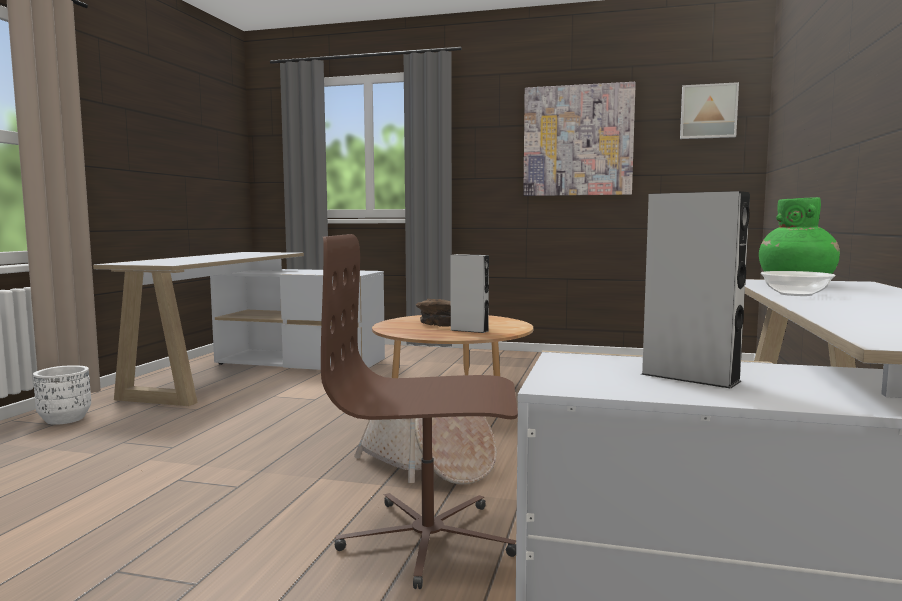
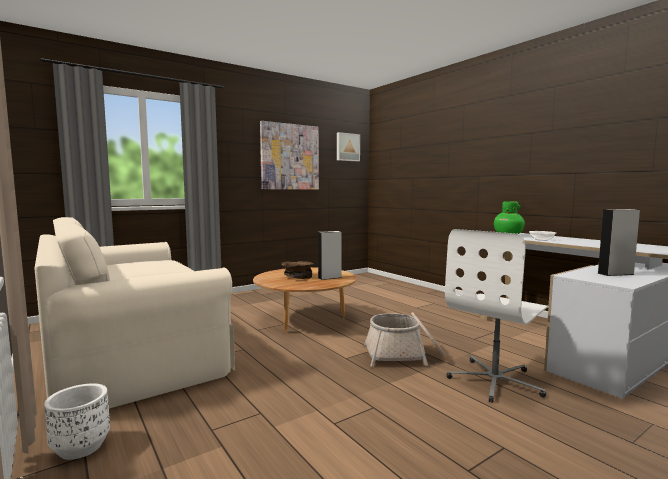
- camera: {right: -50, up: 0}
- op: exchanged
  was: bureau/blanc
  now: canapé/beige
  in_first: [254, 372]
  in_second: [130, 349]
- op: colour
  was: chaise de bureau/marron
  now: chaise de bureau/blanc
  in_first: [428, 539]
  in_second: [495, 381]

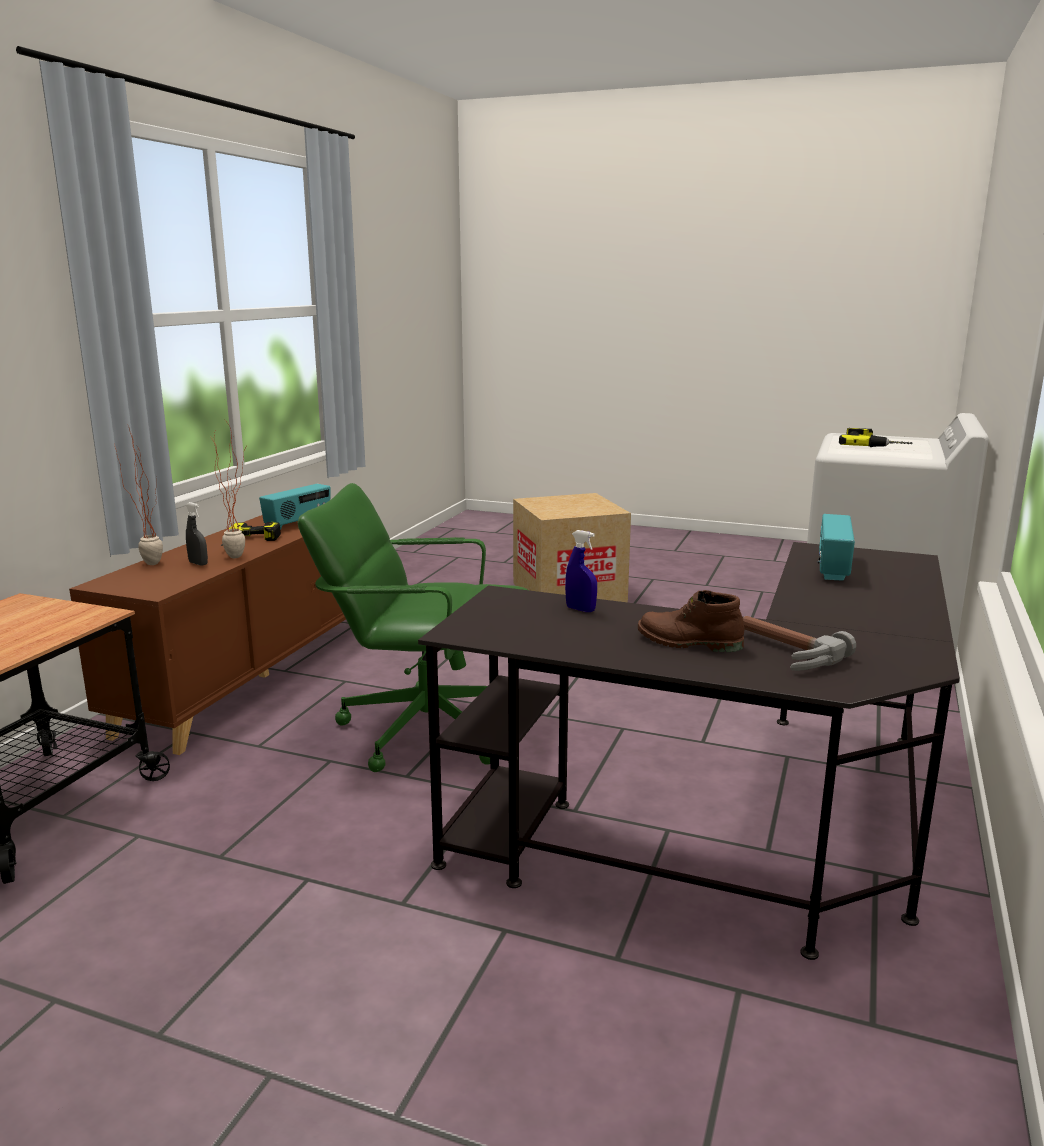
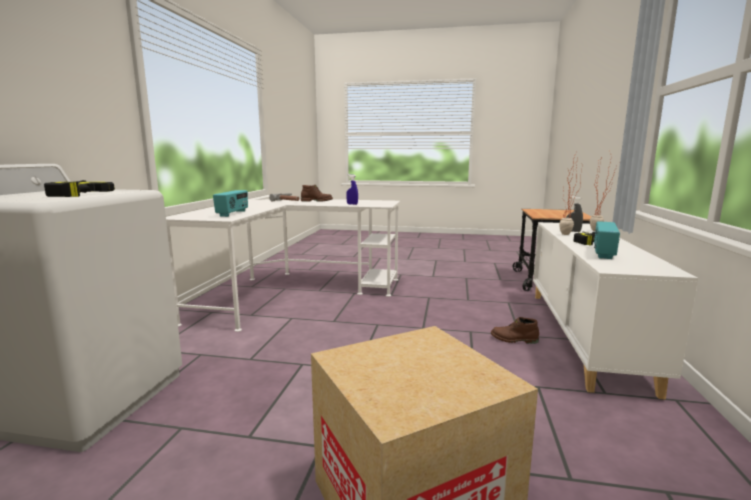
- camera: {right: 170, up: -5}
- op: colour
  was: meuble de rangement/marron
  now: meuble de rangement/blanc
  in_first: [257, 674]
  in_second: [583, 335]
- op: missing
  was: chaise de bureau/vert
  in_first: [426, 729]
- op: colour
  was: bureau/noir
  now: bureau/blanc
  in_first: [737, 829]
  in_second: [292, 292]
- op: appeared
  now: botte/marron
  in_second: [514, 340]

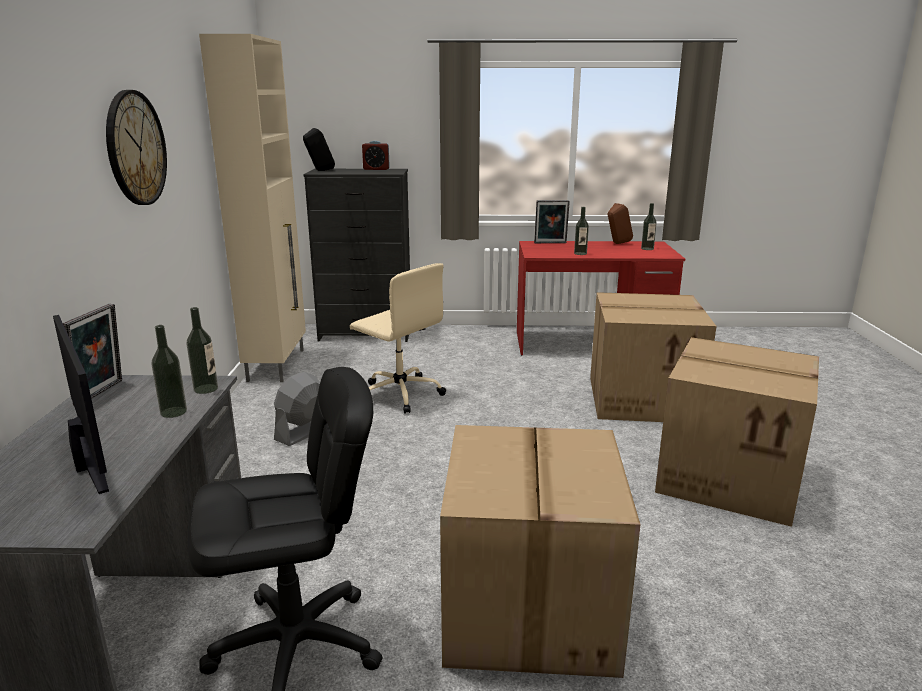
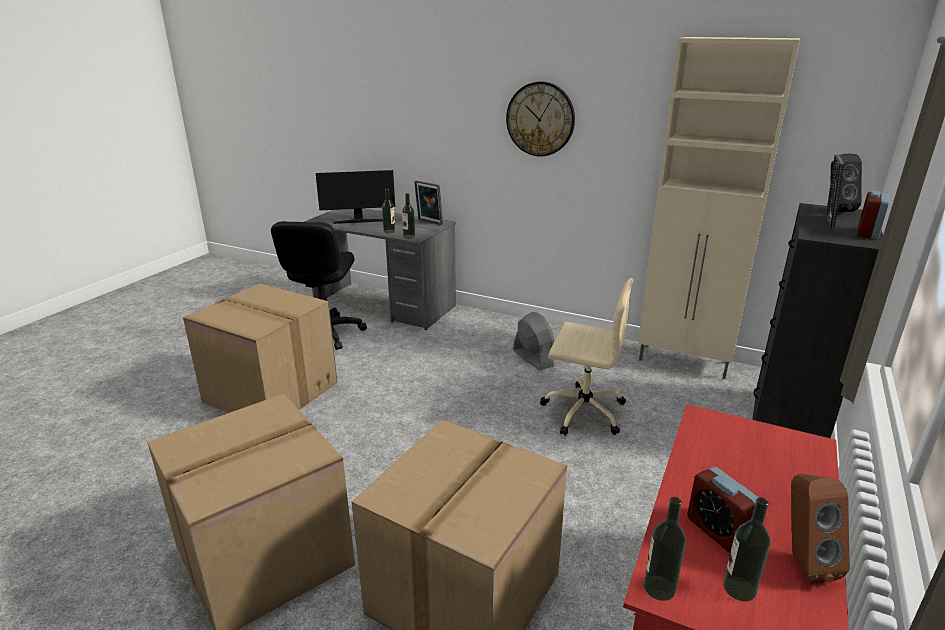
- camera: {right: 115, up: 5}
- op: spun
  was: chaise de bureau/beige
  in_first: [399, 394]
  in_second: [582, 411]
  clockwise: -135
- op: relocated
  was: cadre photo
  in_first: [550, 243]
  in_second: [826, 221]
- op: relocated
  was: bouteille
  in_first: [580, 253]
  in_second: [659, 588]
- op: appeared
  now: réveil
  in_second: [717, 531]

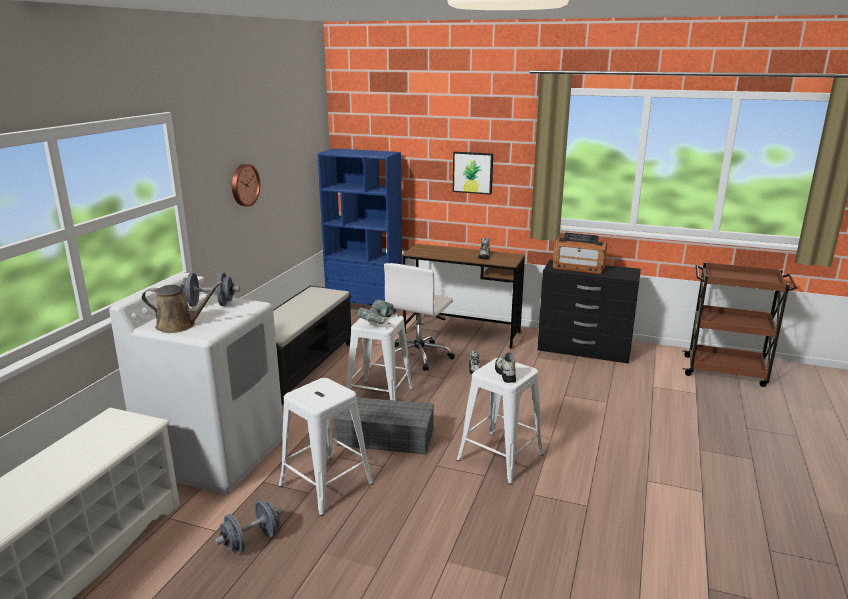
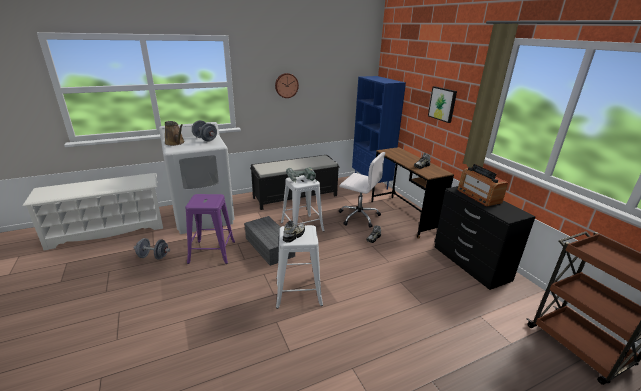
- camera: {right: 45, up: 5}
- op: colour
  was: tabouret/blanc
  now: tabouret/violet
  in_first: [326, 484]
  in_second: [212, 252]
- op: spun
  was: chaise de bureau/blanc
  in_first: [419, 355]
  in_second: [358, 216]
  clockwise: -135

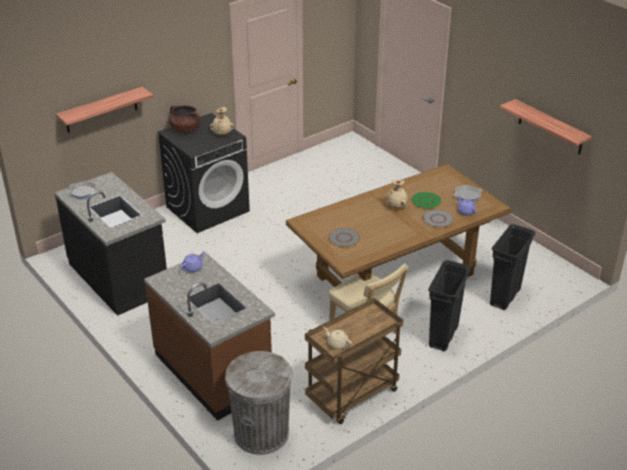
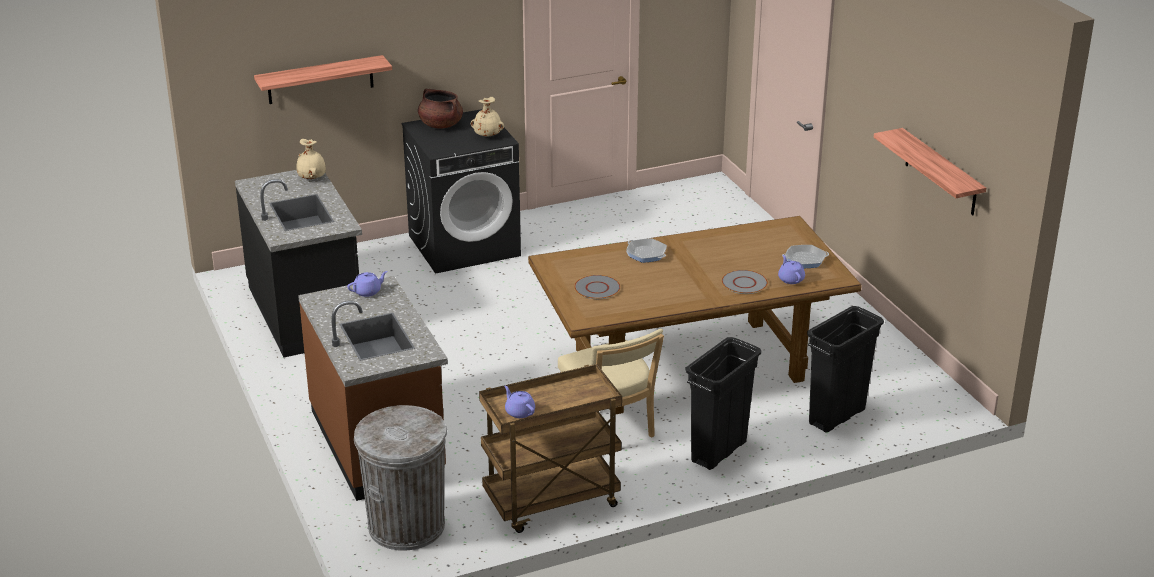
- camera: {right: 15, up: -5}
- op: relocated
  was: poêle
  in_first: [83, 192]
  in_second: [646, 254]
- op: colour
  was: théière/beige
  now: théière/violet
  in_first: [337, 344]
  in_second: [519, 412]
- op: relocated
  was: vase/beige
  in_first: [396, 206]
  in_second: [312, 178]
- op: missing
  was: assiette/vert
  in_first: [426, 201]

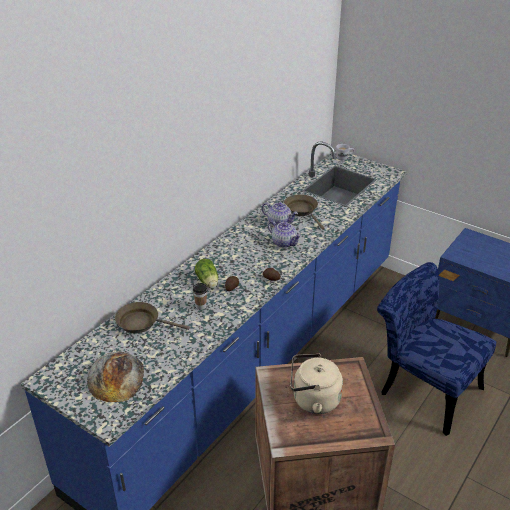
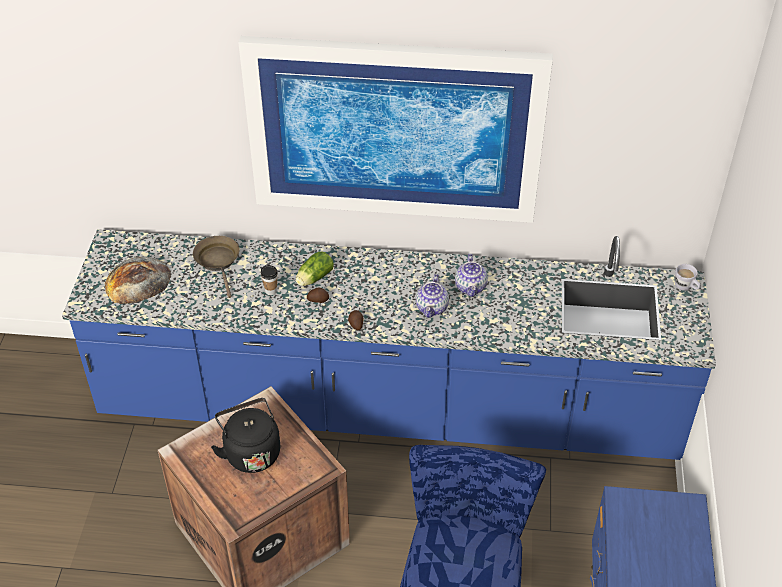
- camera: {right: 60, up: 10}
- op: missing
  was: poêle/marron
  in_first: [302, 211]
- op: colour
  was: bouilloire/beige
  now: bouilloire/noir
  in_first: [313, 400]
  in_second: [251, 451]
- op: appeared
  now: tableau
  in_second: [394, 130]

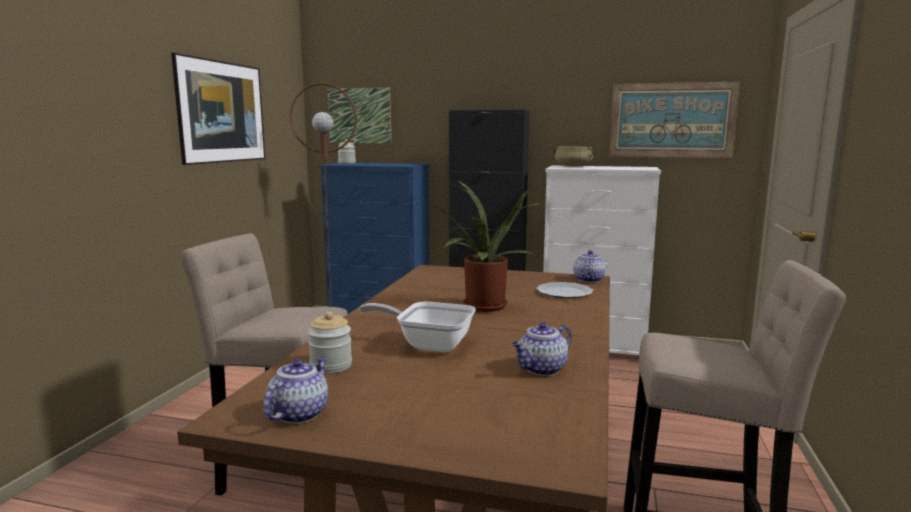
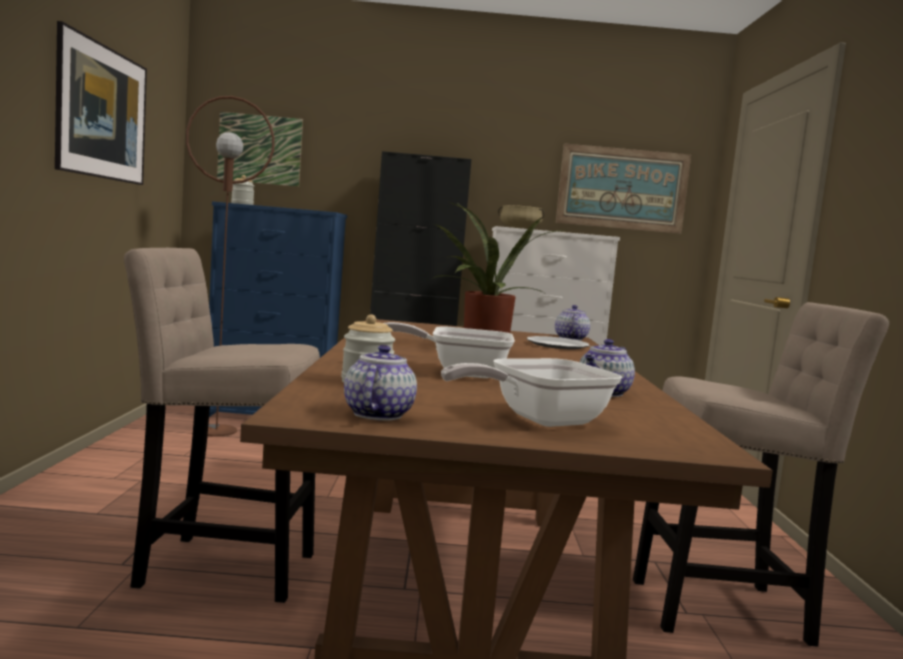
- camera: {right: -15, up: -5}
- op: appeared
  now: poêle
  in_second: [538, 420]

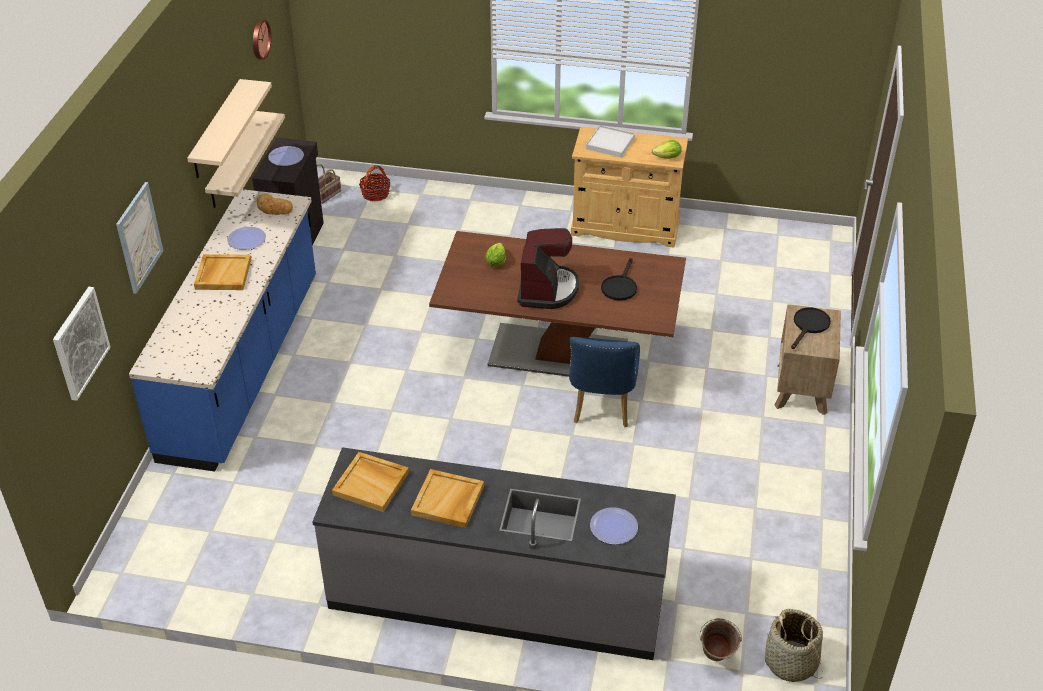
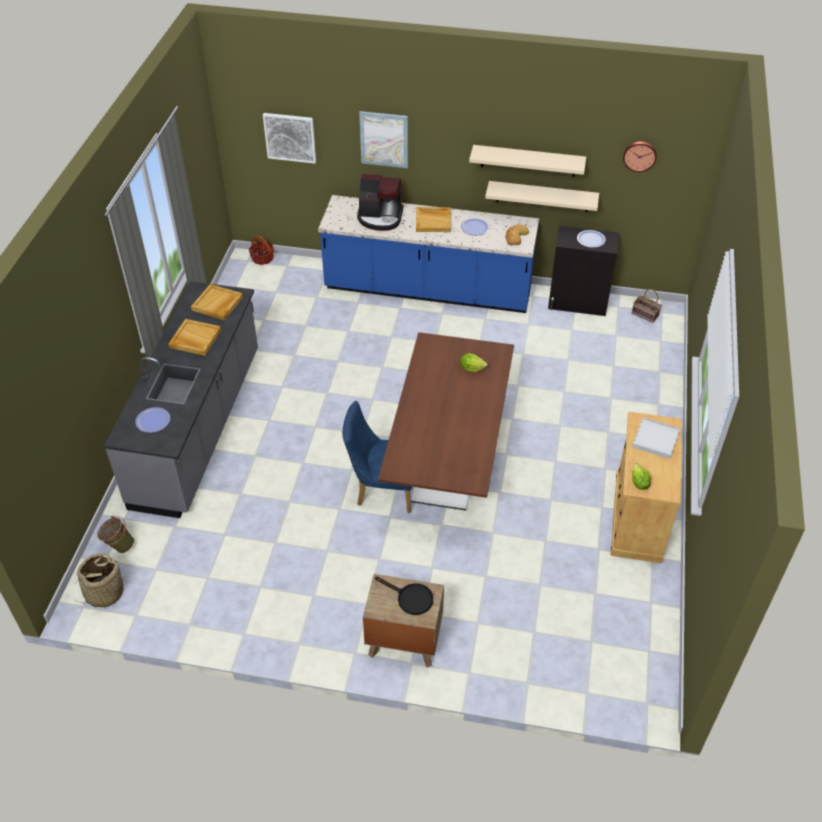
- camera: {right: 90, up: 5}
- op: relocated
  was: panier
  in_first: [375, 194]
  in_second: [262, 258]
- op: relocated
  was: machine à café
  in_first: [547, 289]
  in_second: [380, 217]
- op: missing
  was: poêle/noir
  in_first: [620, 286]

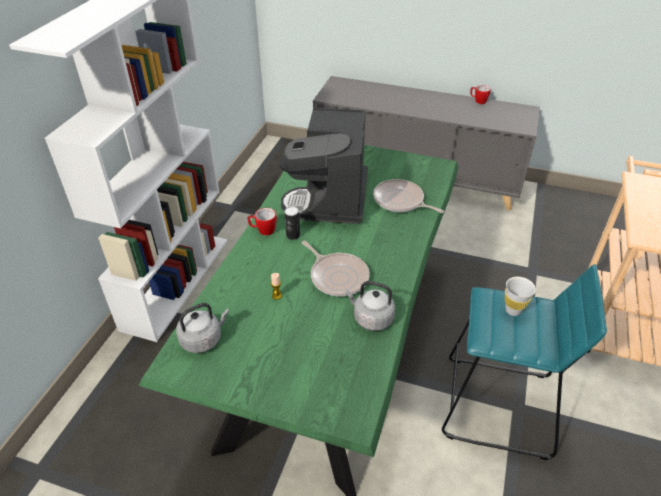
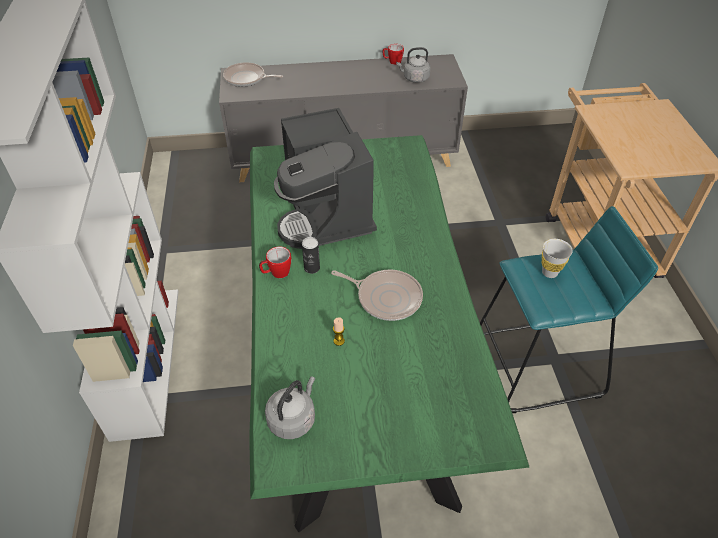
- camera: {right: -25, up: 5}
- op: relocated
  was: bouilloire/gris
  in_first: [371, 318]
  in_second: [414, 78]
- op: relocated
  was: poêle
  in_first: [400, 201]
  in_second: [247, 79]

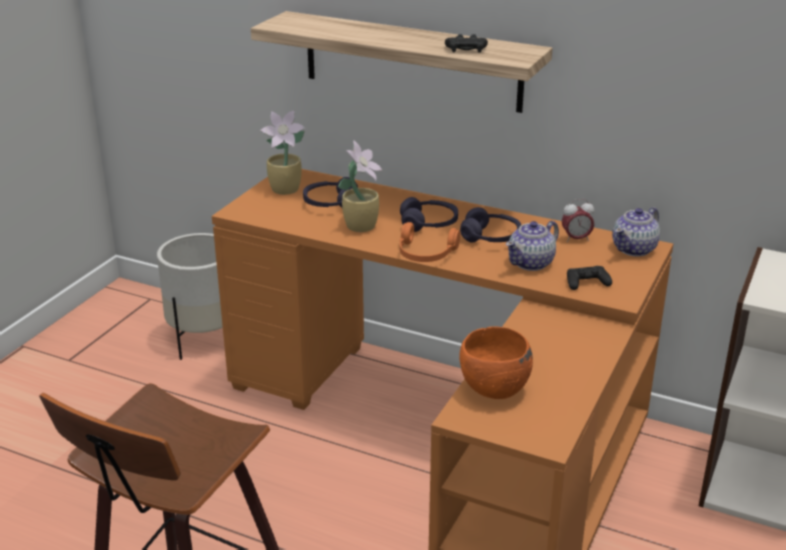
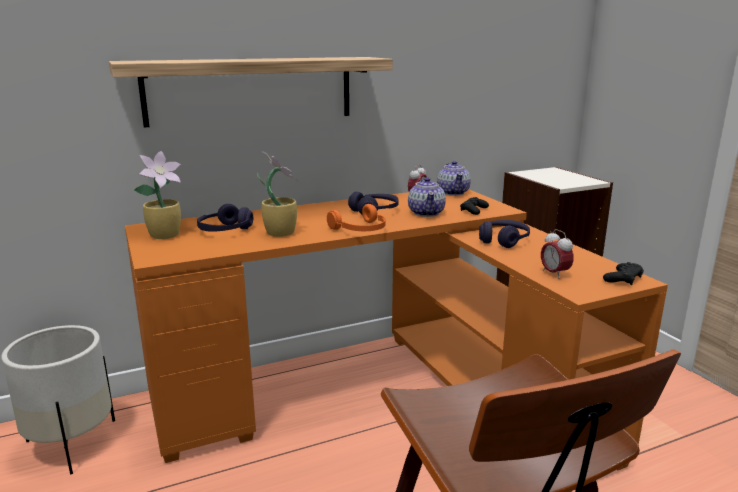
- camera: {right: -50, up: -10}
- op: relocated
  was: casque audio/violet
  in_first: [429, 224]
  in_second: [503, 240]
- op: relocated
  was: manette/noir
  in_first: [466, 49]
  in_second: [623, 279]
- op: exchanged
  was: bol/orange
  now: réveil
  in_first: [493, 390]
  in_second: [554, 274]

